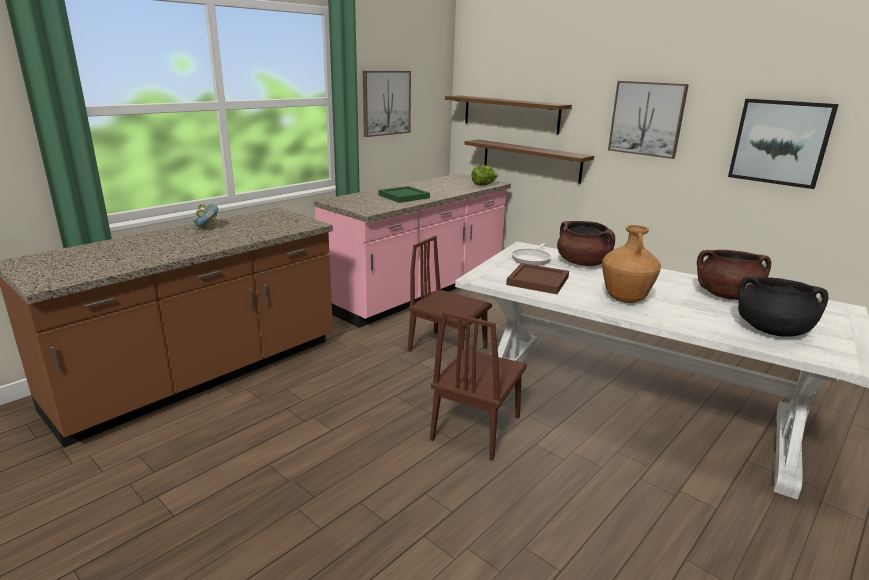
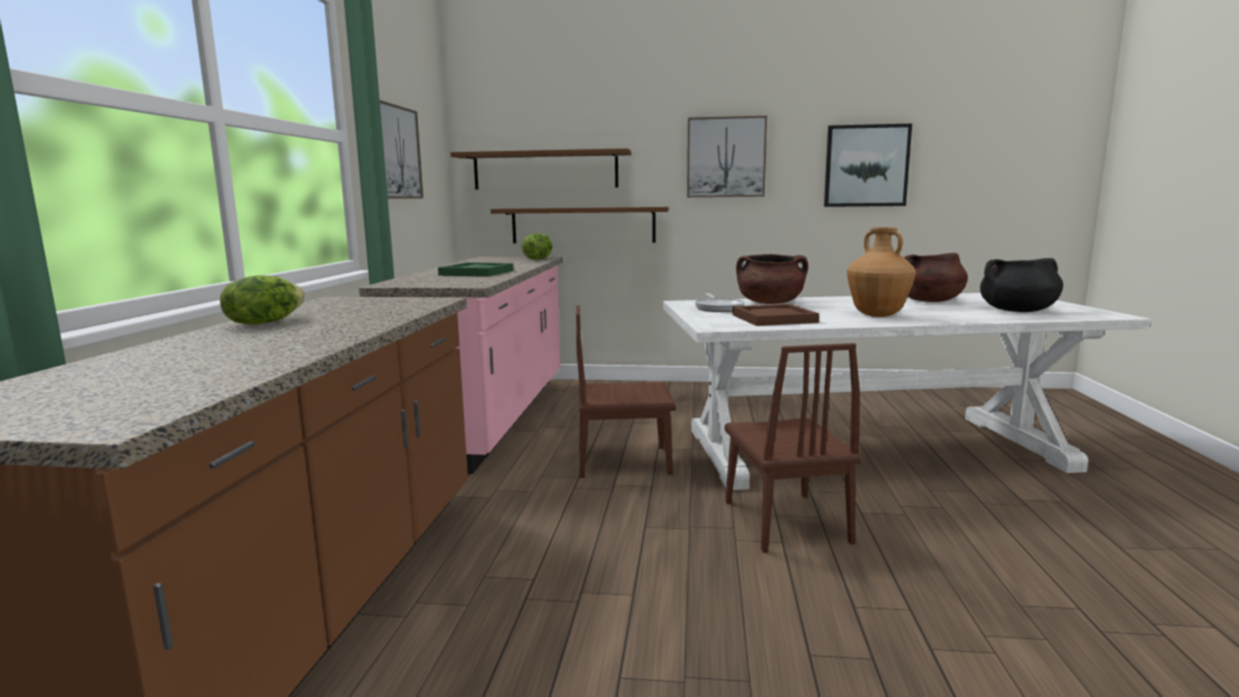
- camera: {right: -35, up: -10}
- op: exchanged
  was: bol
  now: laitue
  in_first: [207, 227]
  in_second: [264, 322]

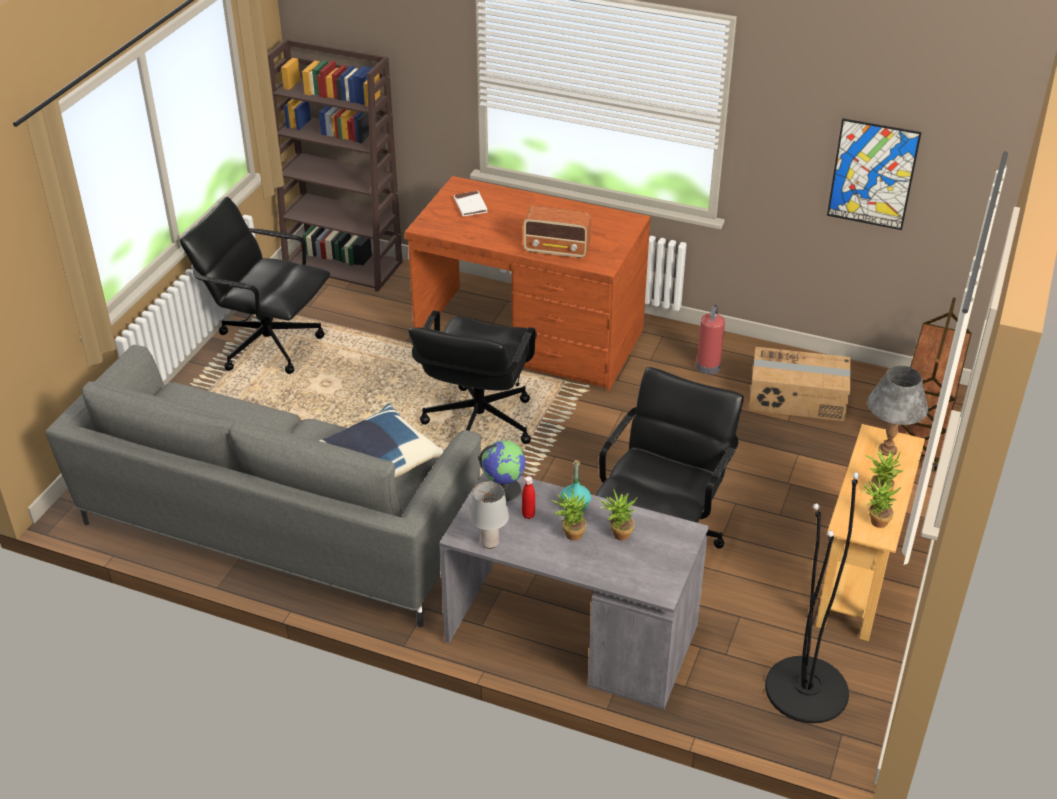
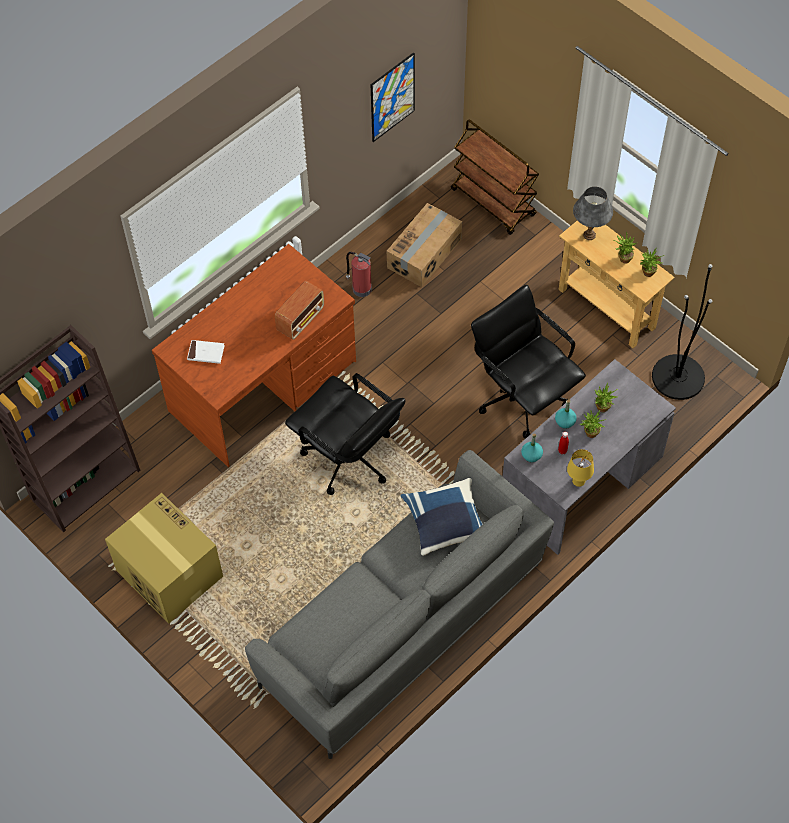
- camera: {right: -65, up: 20}
- op: exchanged
  was: chaise de bureau/noir
  now: carton
  in_first: [268, 344]
  in_second: [168, 573]
- op: colour
  was: lampe de table/gris
  now: lampe de table/jaune
  in_first: [489, 542]
  in_second: [578, 482]
- op: exchanged
  was: globe
  now: bouteille/turquoise
  in_first: [504, 489]
  in_second: [531, 455]

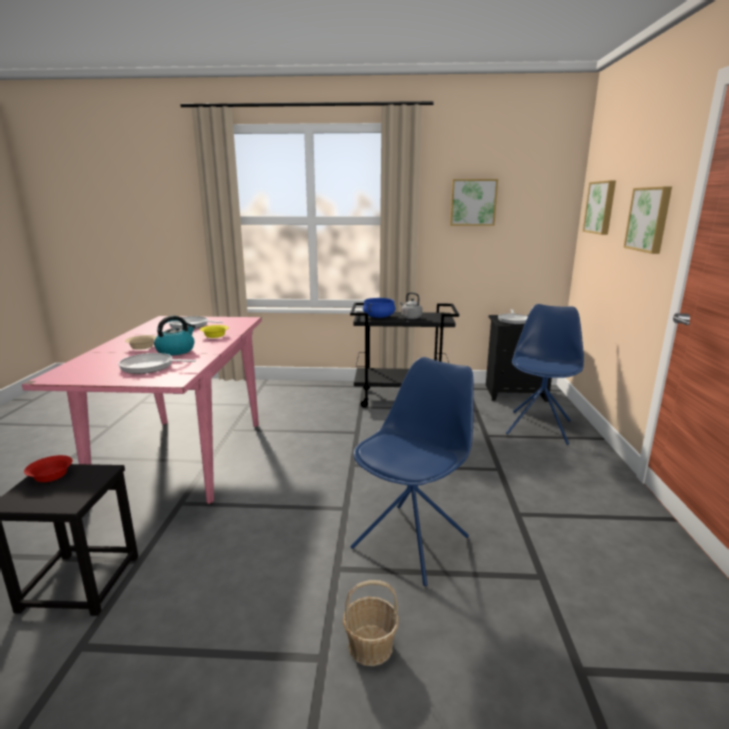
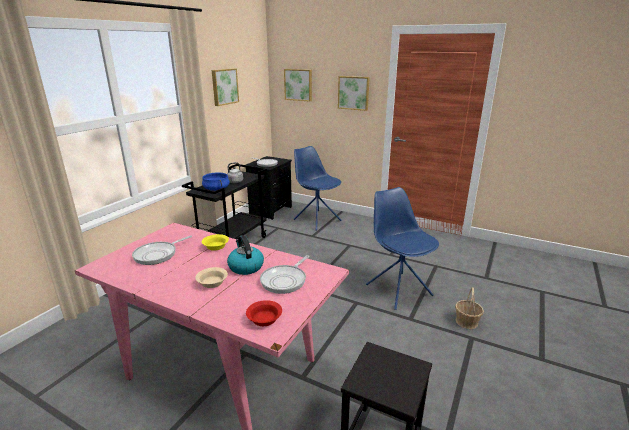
- camera: {right: -65, up: 5}
- op: relocated
  was: bol/rouge
  in_first: [50, 475]
  in_second: [263, 320]

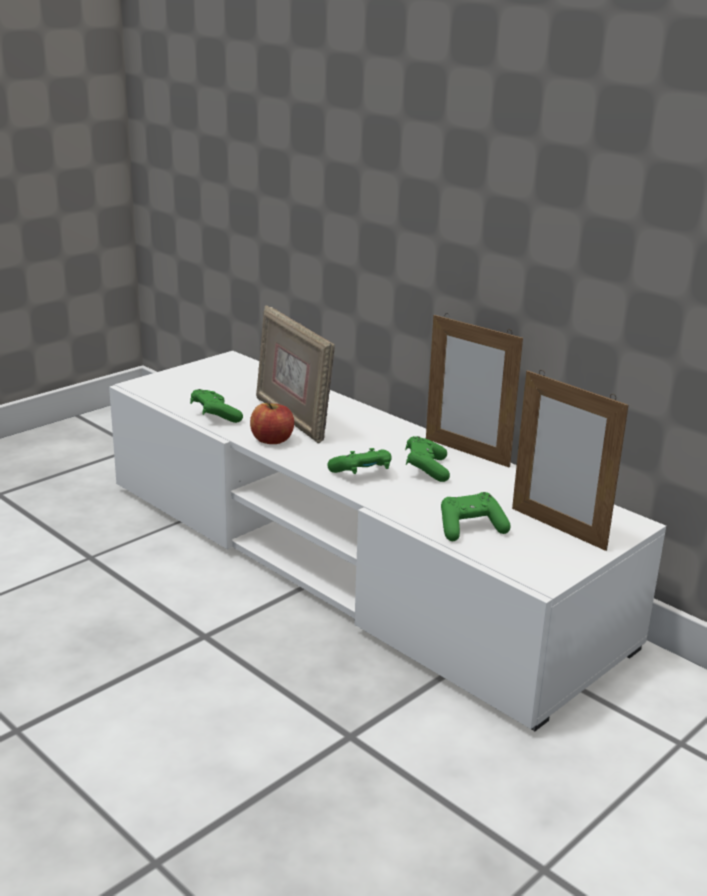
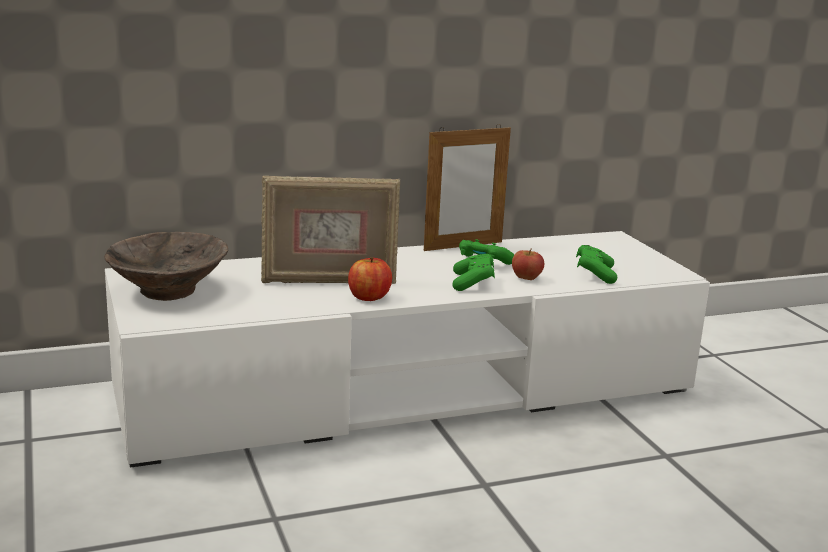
- camera: {right: -65, up: -5}
- op: missing
  was: manette/vert
  in_first: [215, 416]
- op: missing
  was: cadre photo
  in_first: [558, 528]
- op: appeared
  now: bol/marron
  in_second: [168, 290]
- op: appeared
  now: pomme
  in_second: [526, 278]

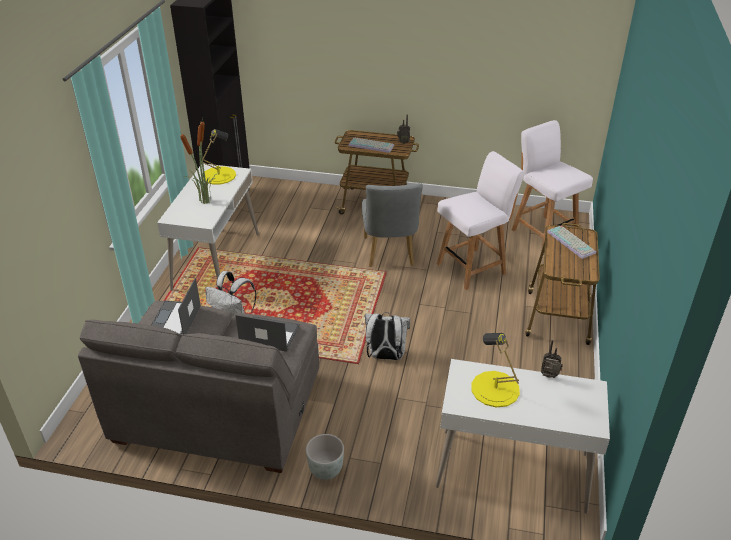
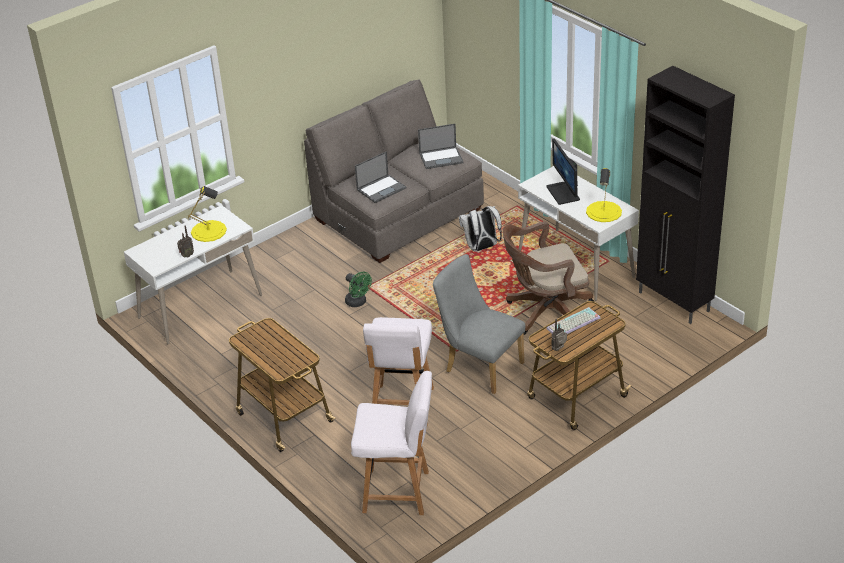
- camera: {right: 130, up: 0}
- op: spun
  was: ordinateur portable
  in_first: [174, 320]
  in_second: [441, 158]
  clockwise: 120
- op: exchanged
  was: plante en pot
  now: écran d'ordinateur
  in_first: [206, 202]
  in_second: [564, 193]
- op: missing
  was: cache-pot/gris
  in_first: [325, 470]
- op: exchanged
  was: sac à dos/blanc
  now: ventilateur/vert
  in_first: [385, 356]
  in_second: [358, 302]
- op: missing
  was: clavier
  in_first: [572, 242]
- op: appeared
  now: chaise de bureau/marron
  in_second: [545, 313]

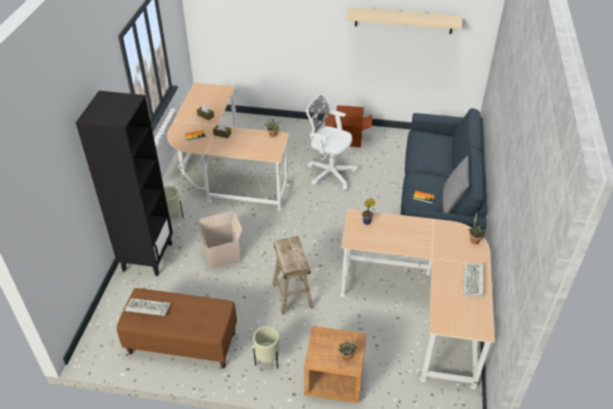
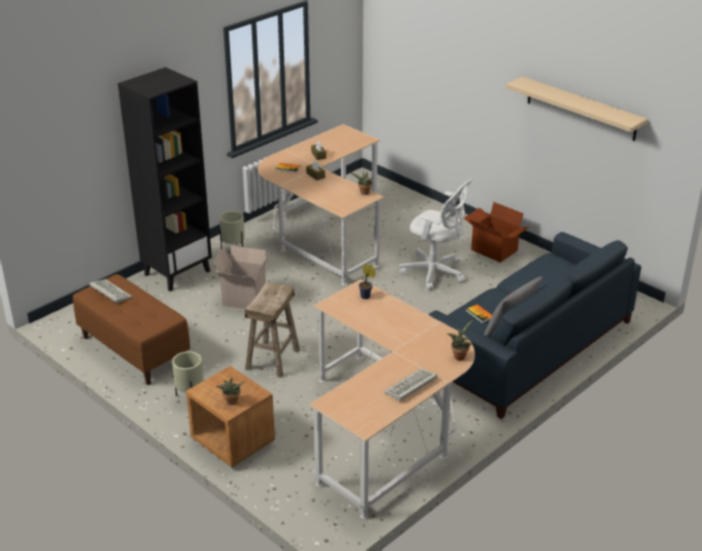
- camera: {right: 35, up: -10}
- op: spun
  was: chaise de bureau/blanc
  in_first: [329, 173]
  in_second: [435, 273]
  clockwise: 150

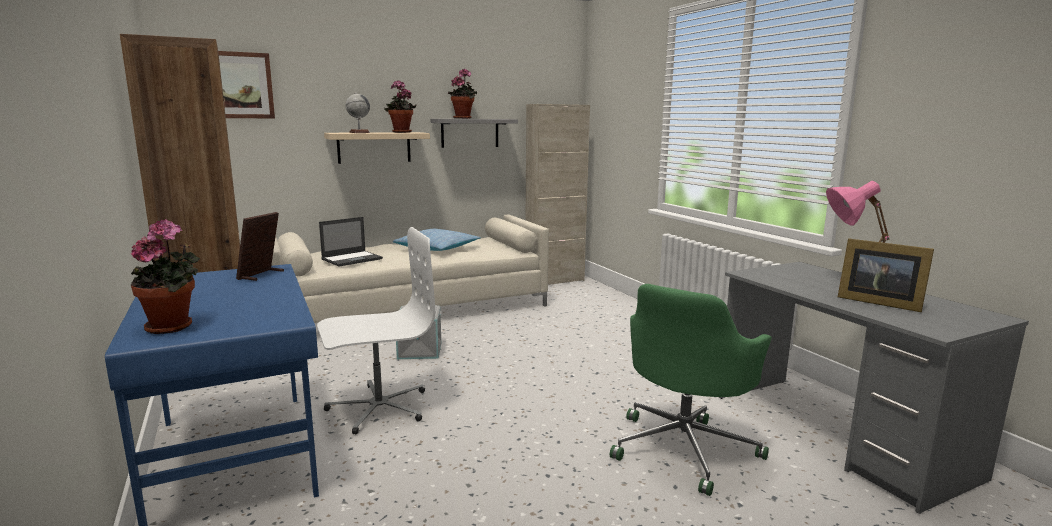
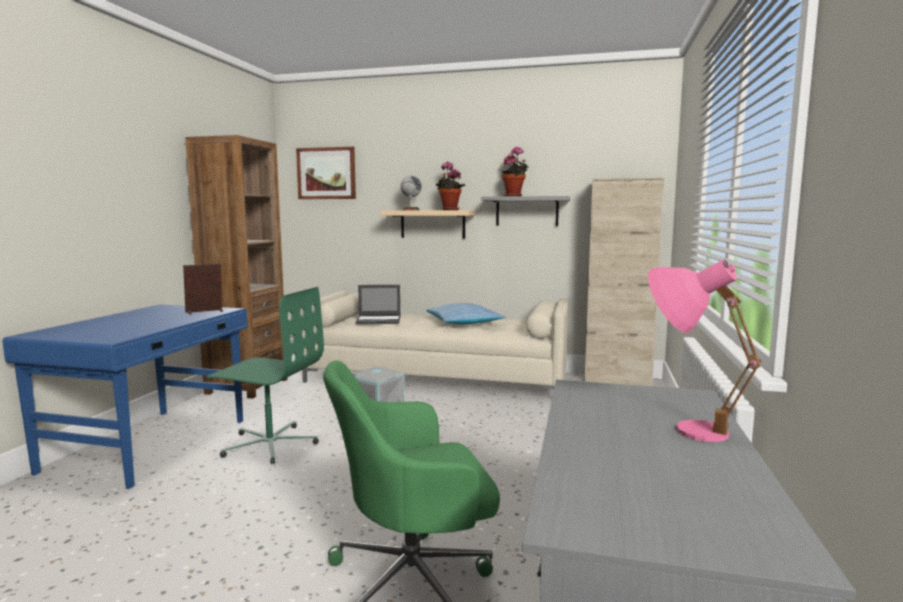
- camera: {right: 40, up: -5}
- op: missing
  was: plante en pot
  in_first: [173, 326]
- op: colour
  was: chaise de bureau/blanc
  now: chaise de bureau/vert
  in_first: [378, 407]
  in_second: [270, 444]
- op: missing
  was: cadre photo
  in_first: [876, 302]

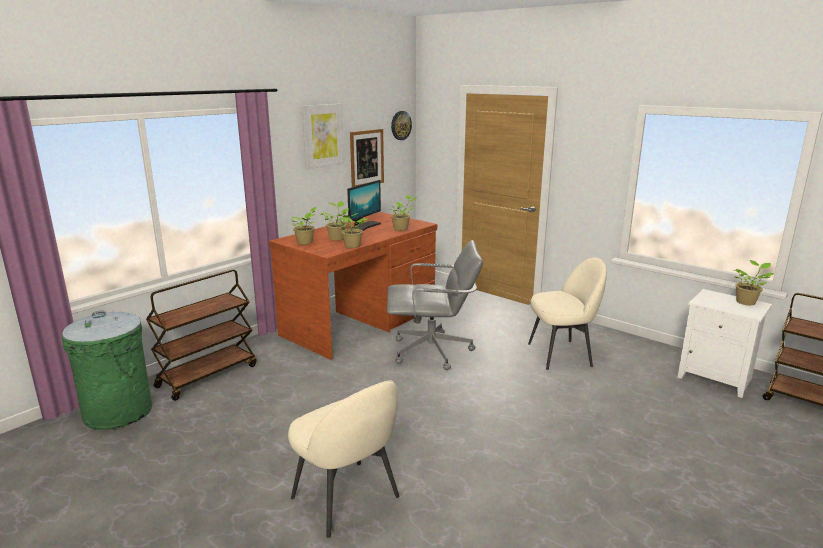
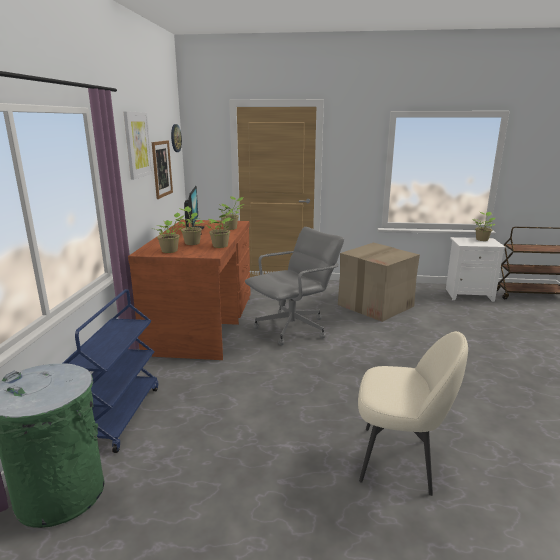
- camera: {right: -35, up: 0}
- op: colour
  was: chariot/marron
  now: chariot/bleu
  in_first: [208, 375]
  in_second: [119, 415]
- op: exchanged
  was: chaise/beige
  now: carton
  in_first: [561, 354]
  in_second: [376, 305]

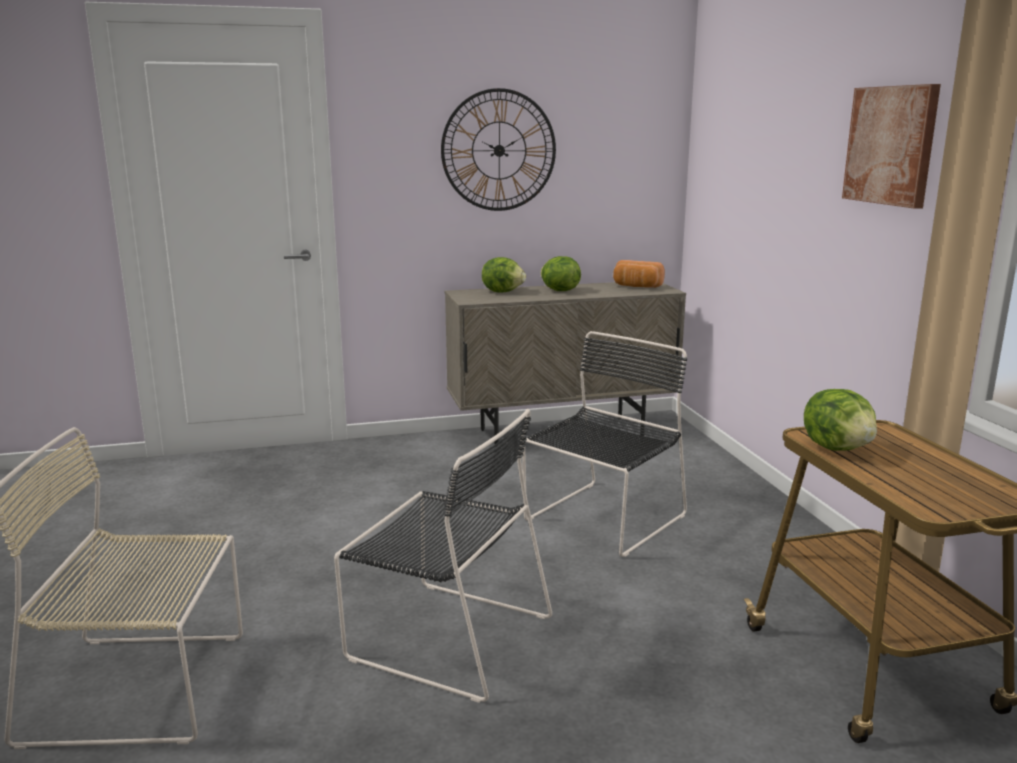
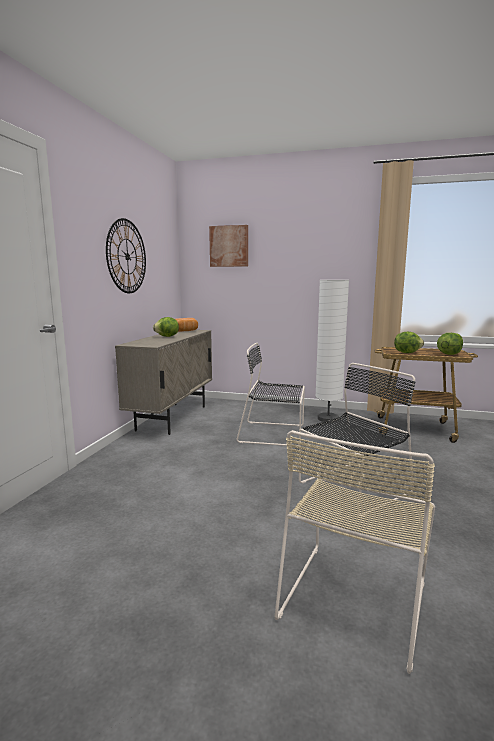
- camera: {right: -60, up: -5}
- op: relocated
  was: laitue
  in_first: [503, 292]
  in_second: [448, 354]
- op: spun
  was: chaise/noir
  in_first: [602, 519]
  in_second: [274, 434]
  clockwise: -60
- op: relocated
  was: tableau
  in_first: [891, 145]
  in_second: [229, 246]
- op: appeared
  now: lampadaire/blanc
  in_second: [328, 419]

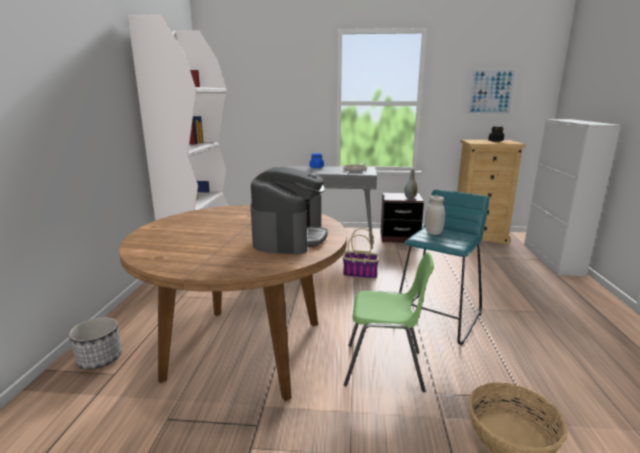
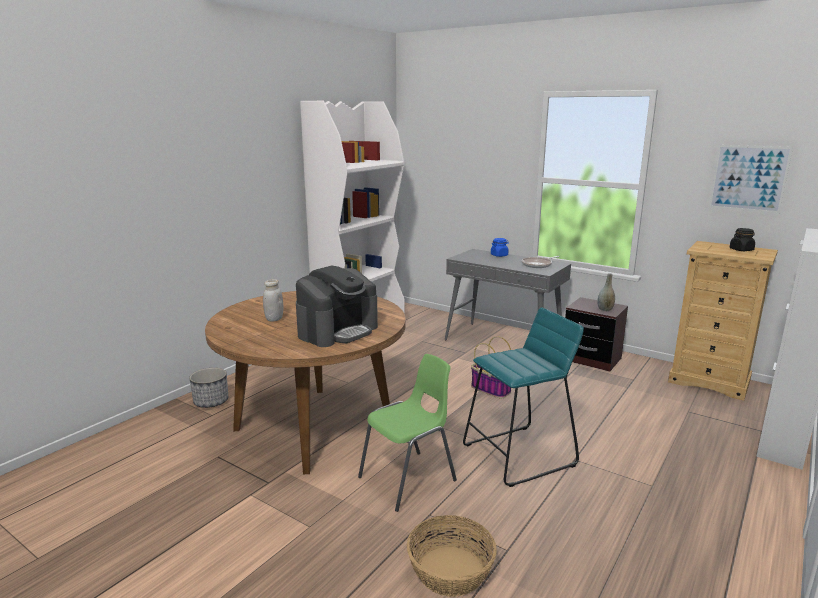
- camera: {right: 30, up: 0}
- op: spun
  was: chaise/vert
  in_first: [384, 368]
  in_second: [409, 479]
  clockwise: -75
- op: relocated
  was: bocal/blanc
  in_first: [433, 233]
  in_second: [274, 319]

